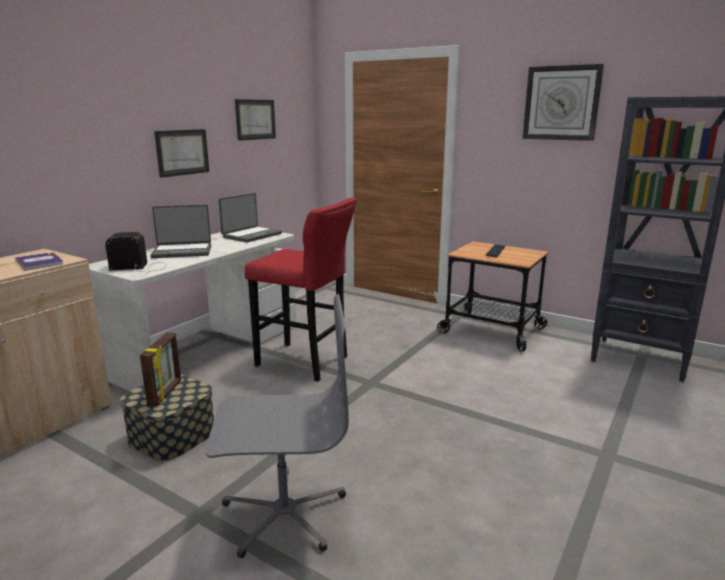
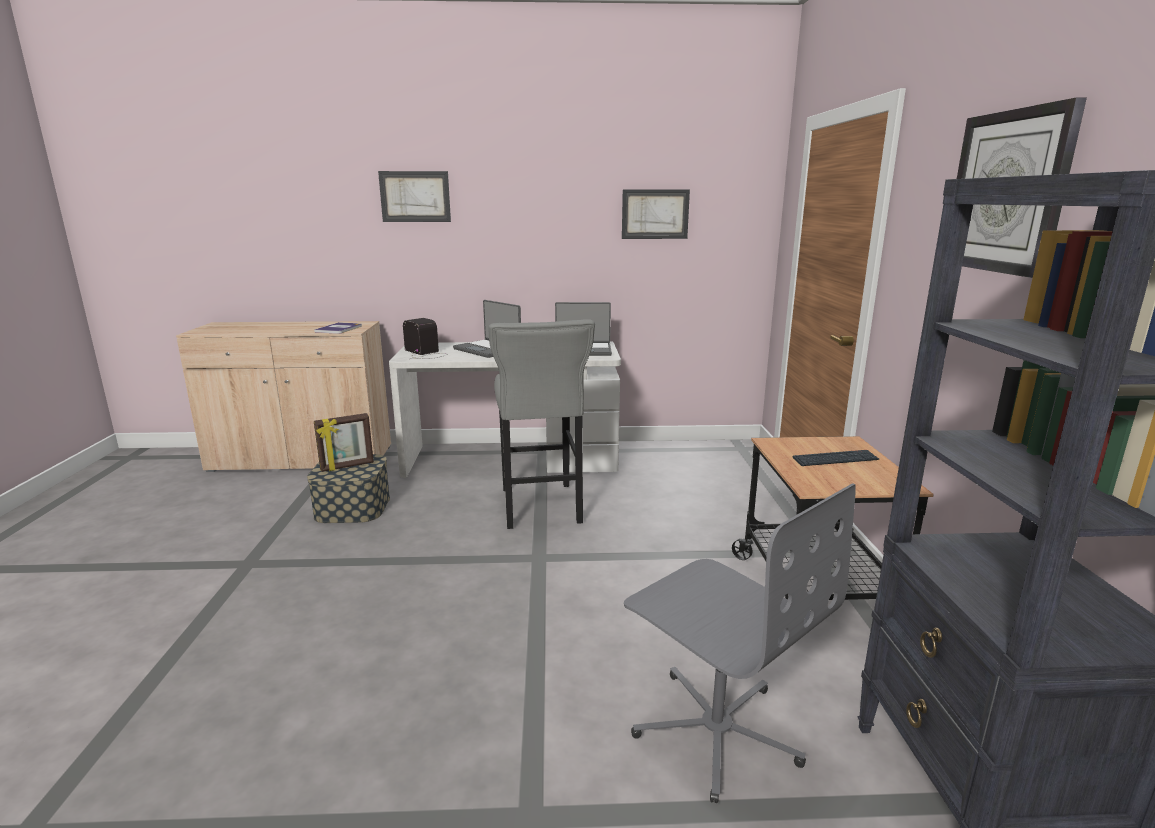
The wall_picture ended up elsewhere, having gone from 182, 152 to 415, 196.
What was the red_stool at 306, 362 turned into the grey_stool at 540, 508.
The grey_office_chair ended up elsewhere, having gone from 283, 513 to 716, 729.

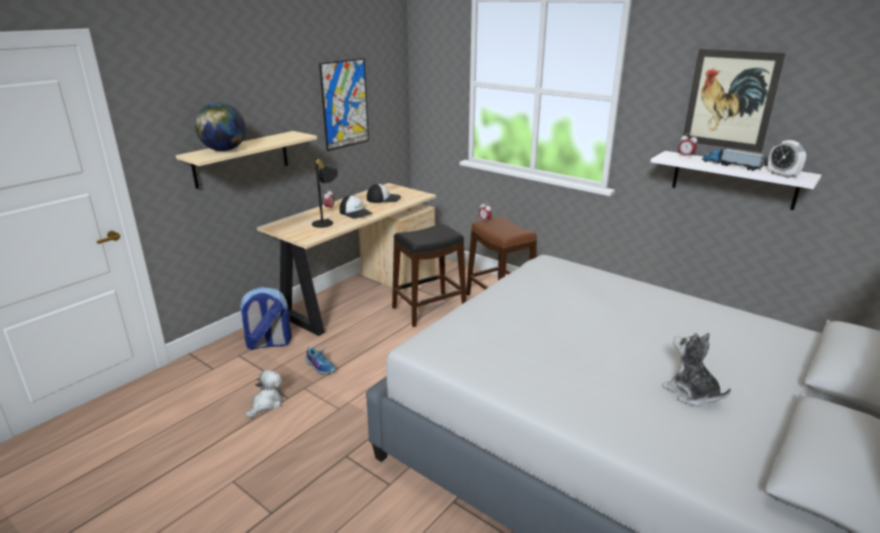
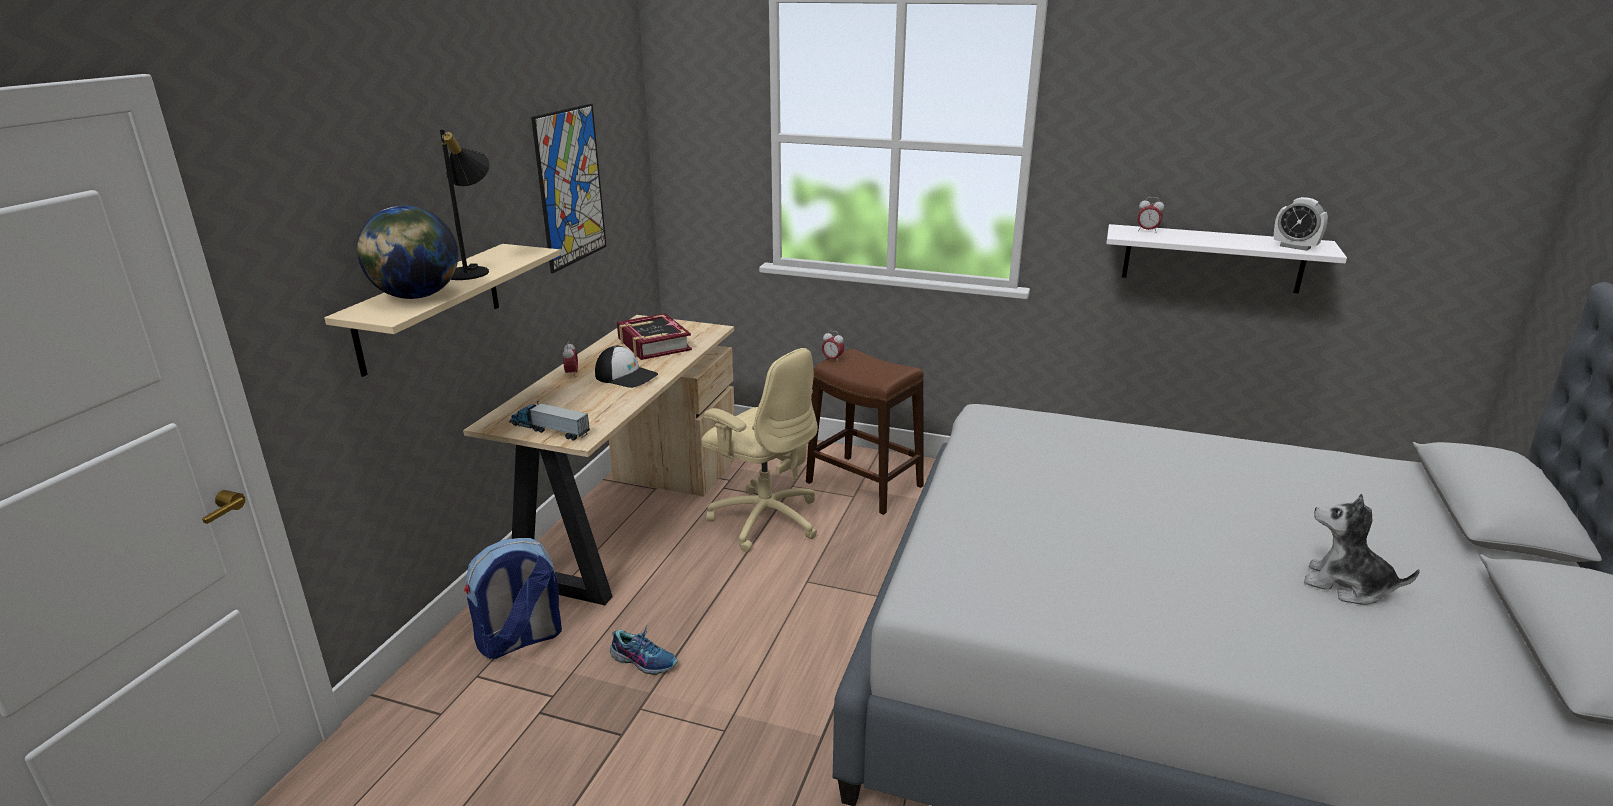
The second view lost the wall_picture at 730, 100.
The toy_truck ended up elsewhere, having gone from 730, 165 to 549, 430.
The blackish_lamp_for_a_table ended up elsewhere, having gone from 326, 222 to 473, 271.
Where the baseball_cap stood at 383, 199, the bound_book came to stand at 653, 344.
Where the blackish_stool stood at 429, 309, the beige-coloured_office_chair came to stand at 765, 519.
The second view lost the cuddly_toy at 266, 403.

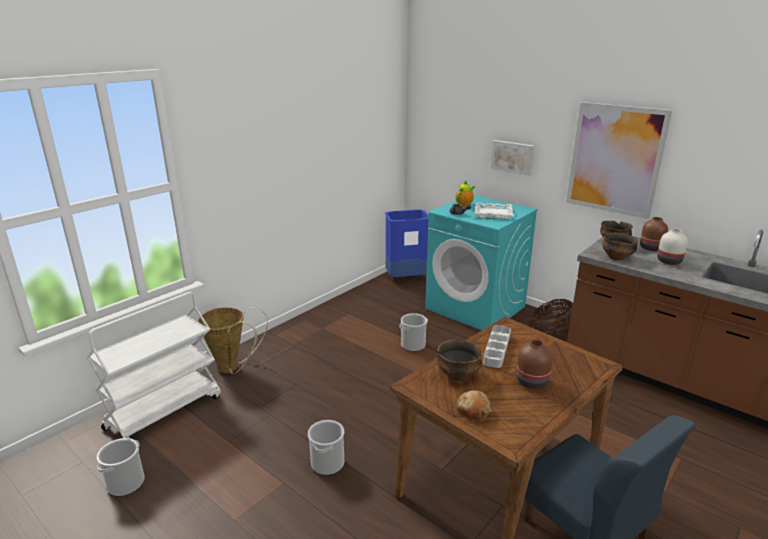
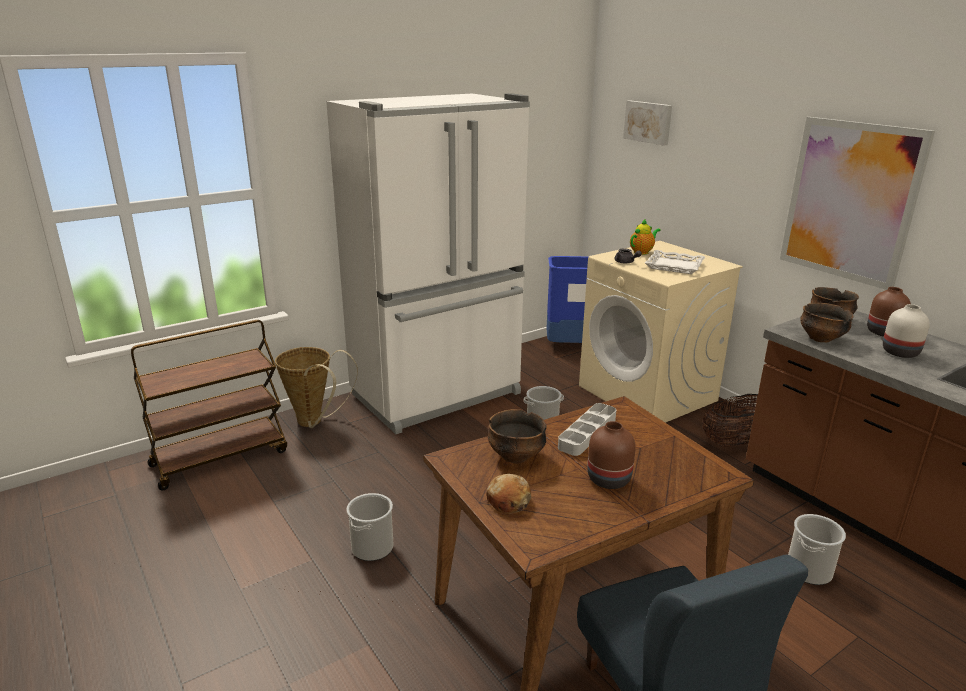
The wall_picture ended up elsewhere, having gone from 512, 157 to 648, 122.
What was the turquoise-coloured_laundry_machine at 476, 307 turned into the beige-coloured_laundry_machine at 648, 393.
What was the whitish_wheeled_cart at 165, 411 turned into the brown_wheeled_cart at 220, 457.
The bucket ended up elsewhere, having gone from 126, 483 to 809, 570.
The second view gained the whitish_fridge at 438, 395.

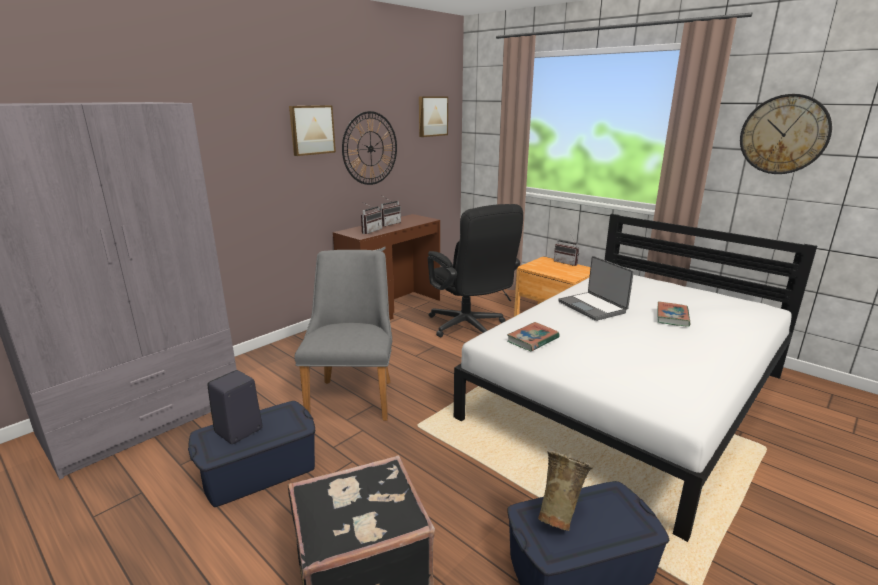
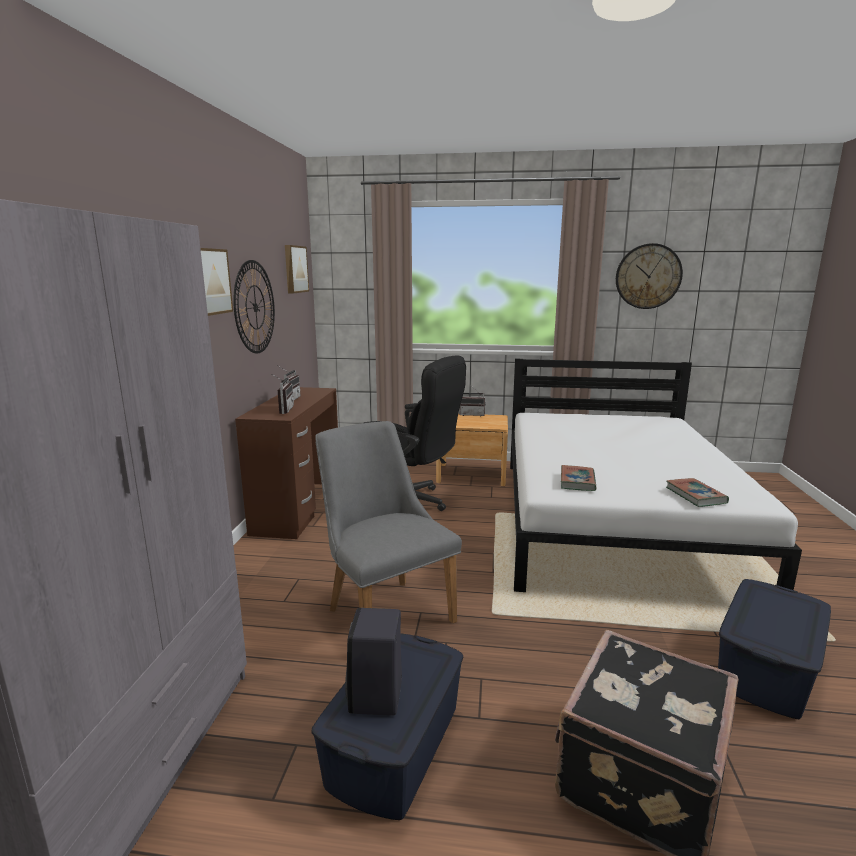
The second view lost the portable_computer at 593, 307.
The bound_book ended up elsewhere, having gone from 672, 317 to 695, 495.
The second view lost the beige-coloured_vase at 560, 515.

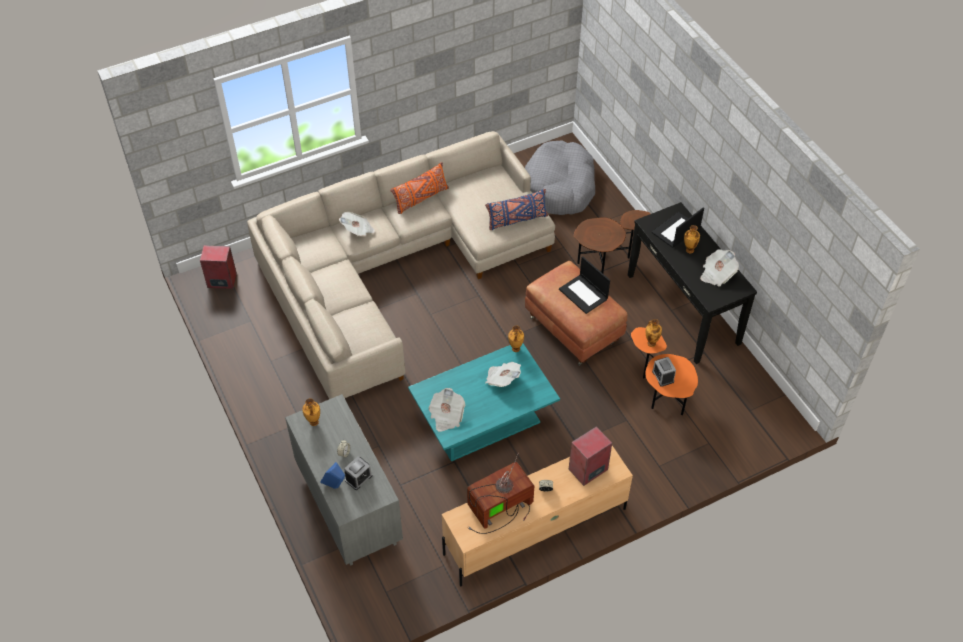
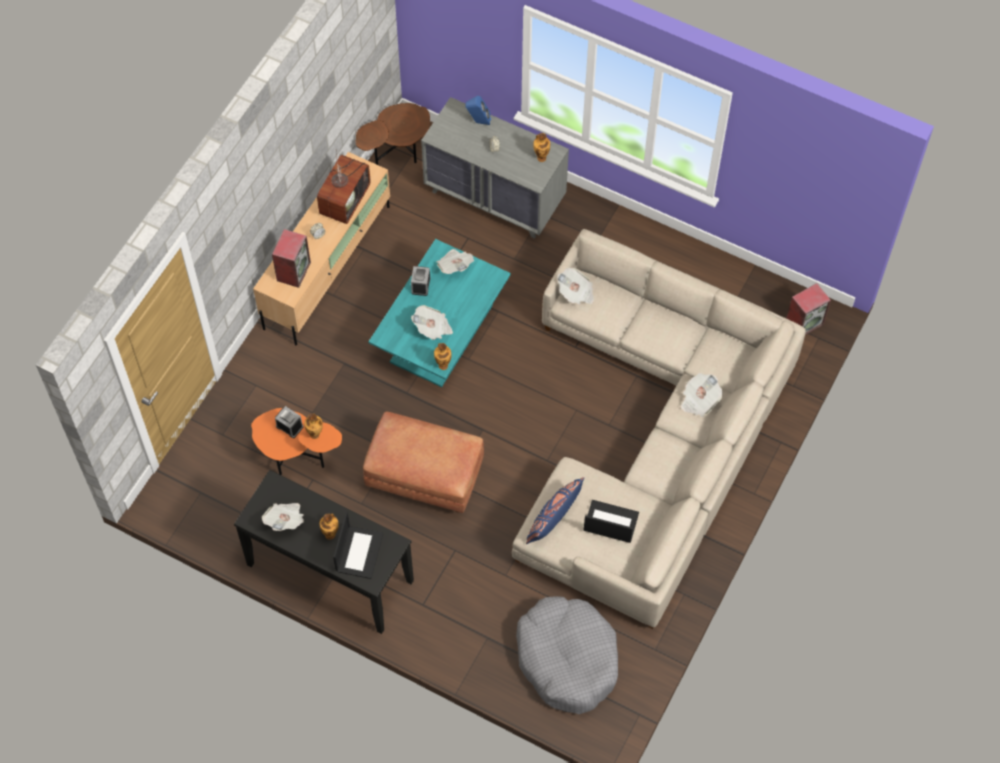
The second view lost the orange_throw_pillow at 420, 198.
The brown_accent_table ended up elsewhere, having gone from 606, 260 to 396, 156.
The portable_computer ended up elsewhere, having gone from 584, 294 to 610, 522.
The table_clock ended up elsewhere, having gone from 358, 478 to 420, 285.
The second view gained the daily_paper at 576, 293.

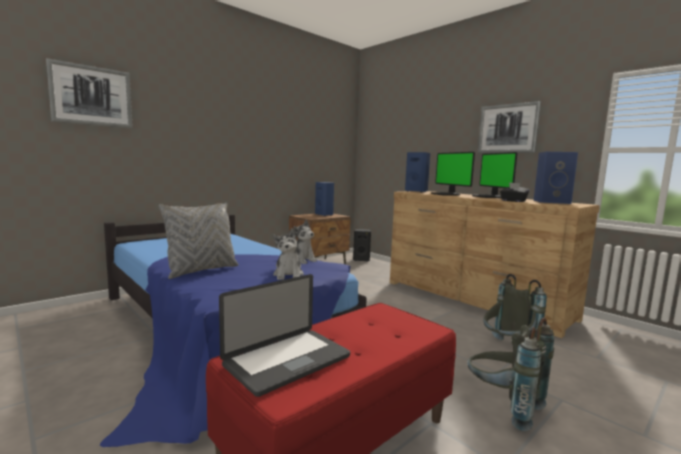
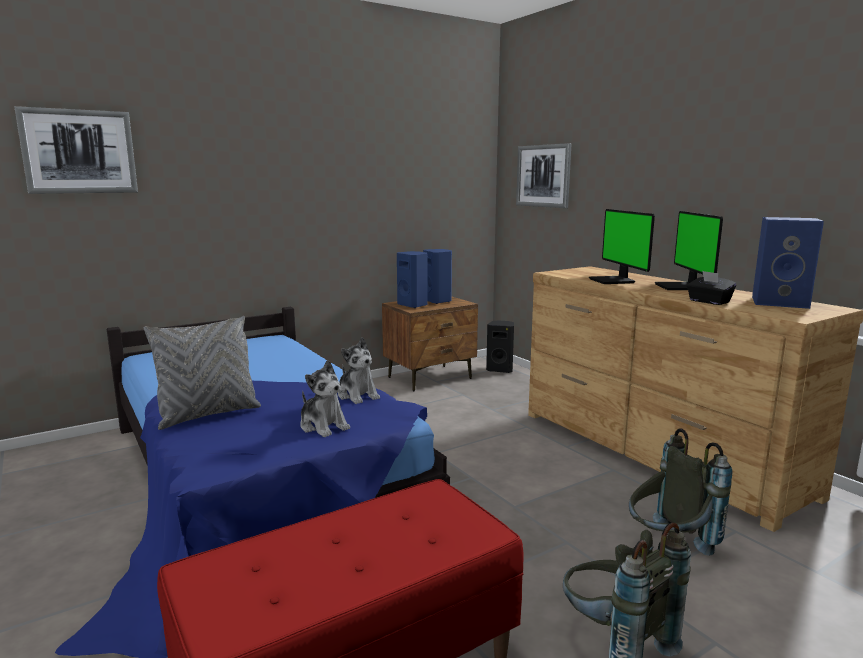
The wall_picture ended up elsewhere, having gone from 507, 129 to 543, 176.
The bluish_audio_speaker ended up elsewhere, having gone from 417, 191 to 413, 305.
The cuddly_toy at 288, 275 ended up facing another way, 45 degrees counterclockwise from before.
The second view lost the portable_computer at 287, 361.

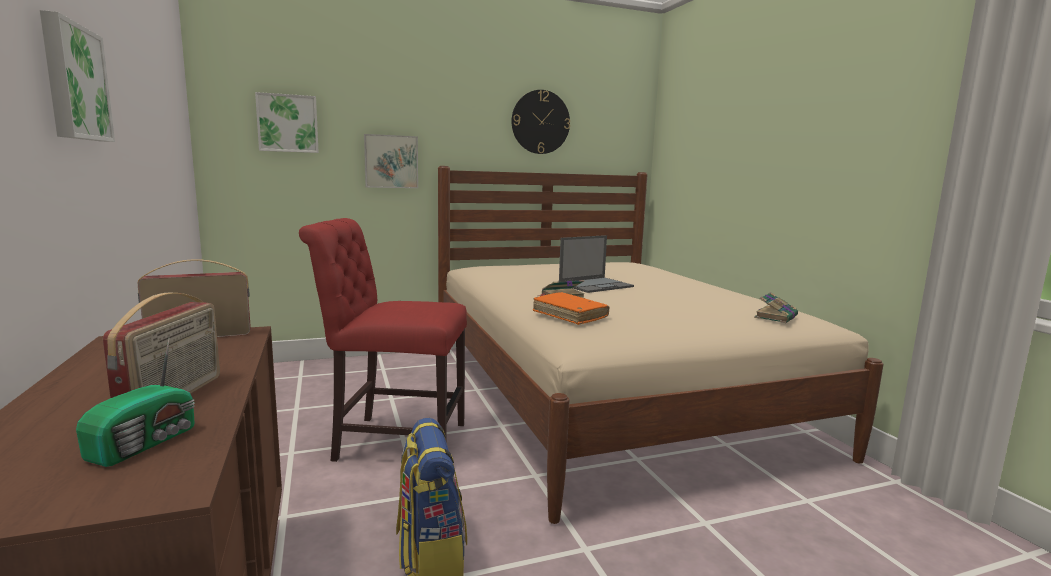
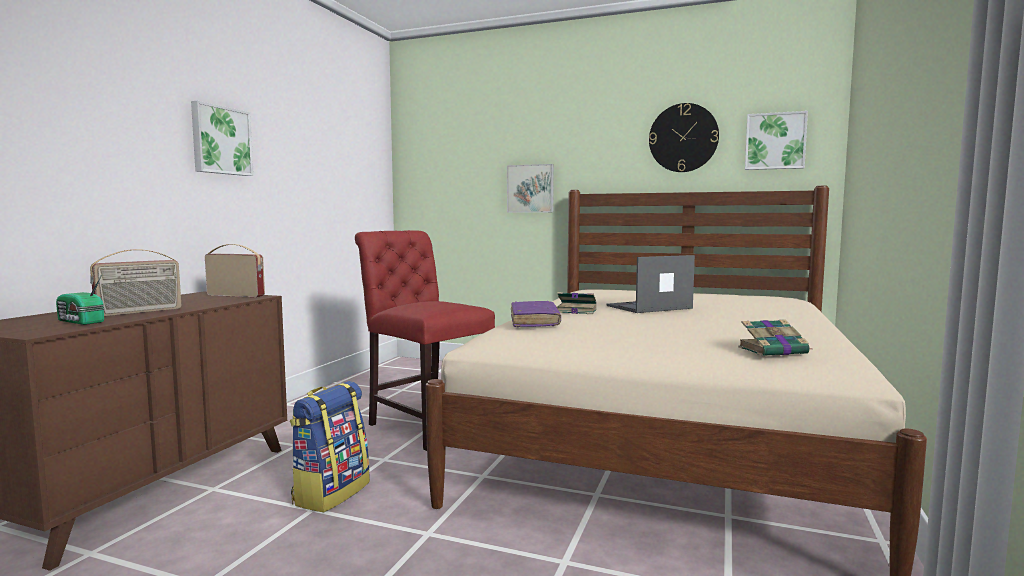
The wall_picture ended up elsewhere, having gone from 288, 123 to 775, 141.
The portable_computer at 596, 285 ended up facing another way, 150 degrees clockwise from before.
What was the orange_bound_book at 569, 315 turned into the purple-coloured_bound_book at 534, 322.
The radio_receiver at 147, 443 ended up facing another way, 60 degrees clockwise from before.

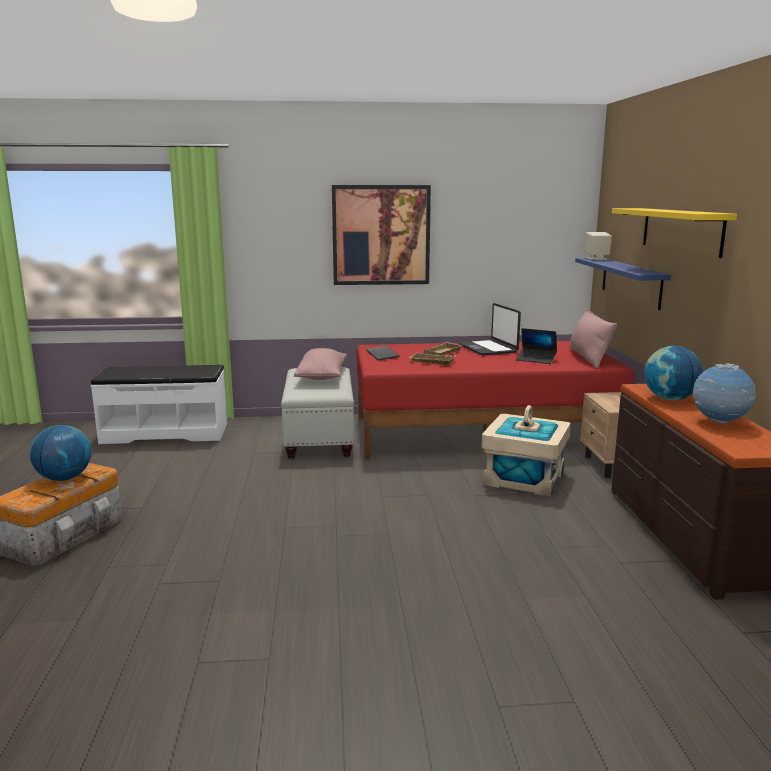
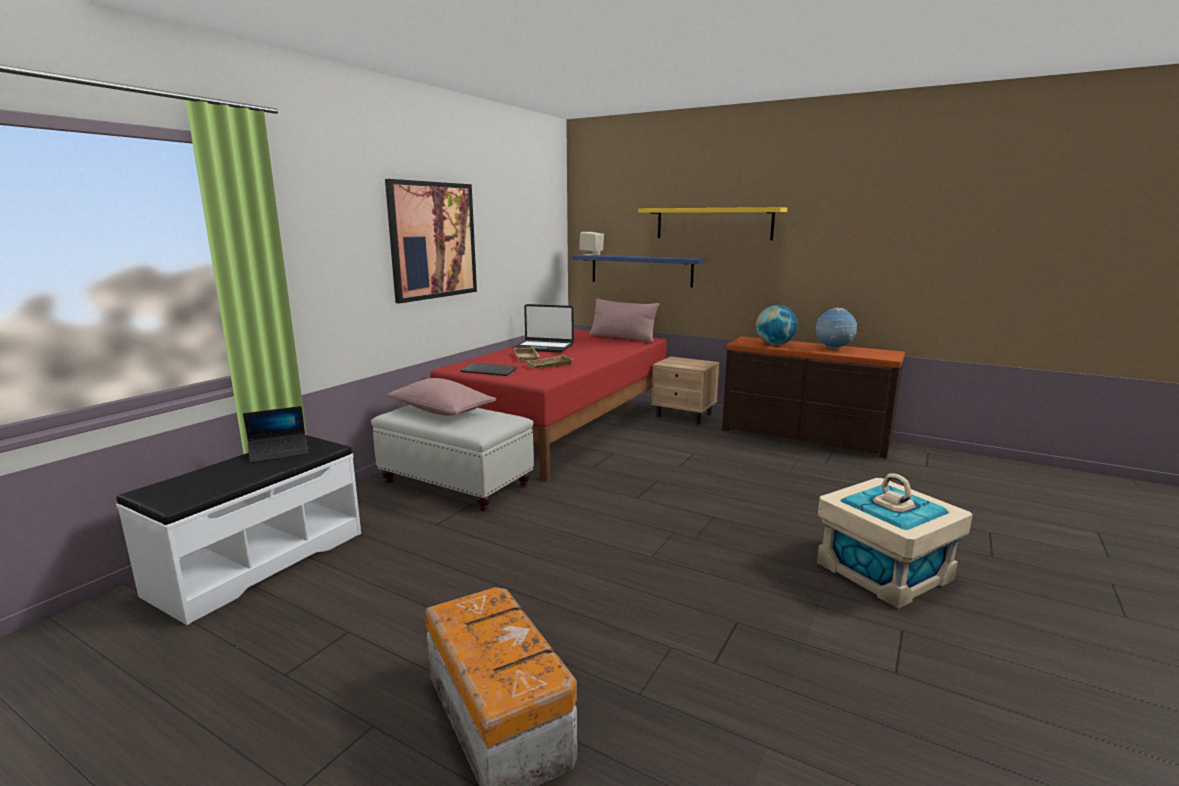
The portable_computer ended up elsewhere, having gone from 536, 359 to 279, 453.
The beige-coloured_storage_box ended up elsewhere, having gone from 523, 478 to 883, 571.
The second view lost the world_globe at 64, 478.

